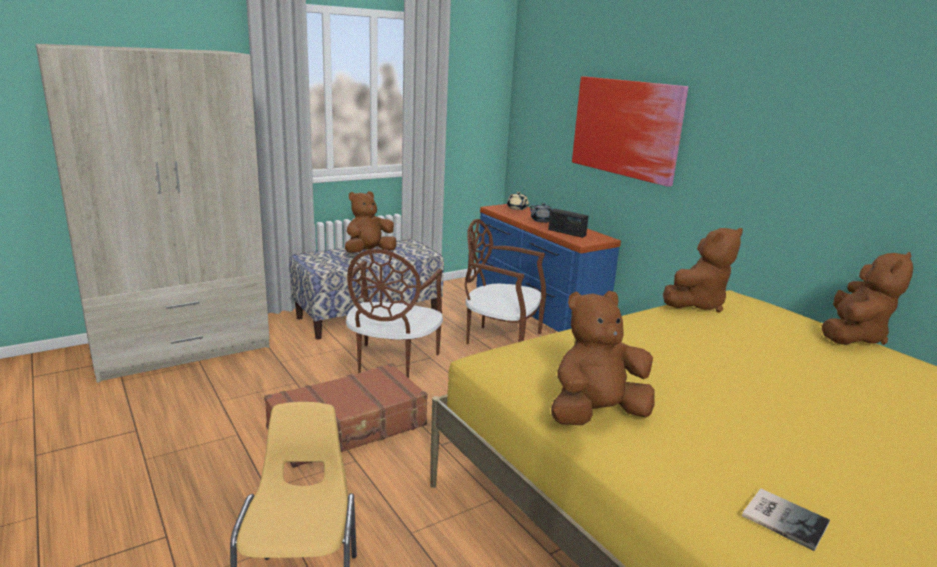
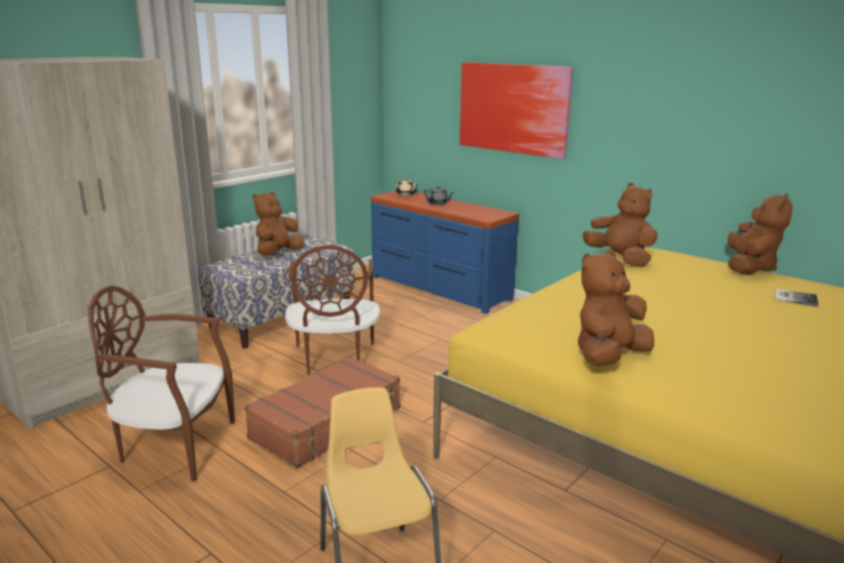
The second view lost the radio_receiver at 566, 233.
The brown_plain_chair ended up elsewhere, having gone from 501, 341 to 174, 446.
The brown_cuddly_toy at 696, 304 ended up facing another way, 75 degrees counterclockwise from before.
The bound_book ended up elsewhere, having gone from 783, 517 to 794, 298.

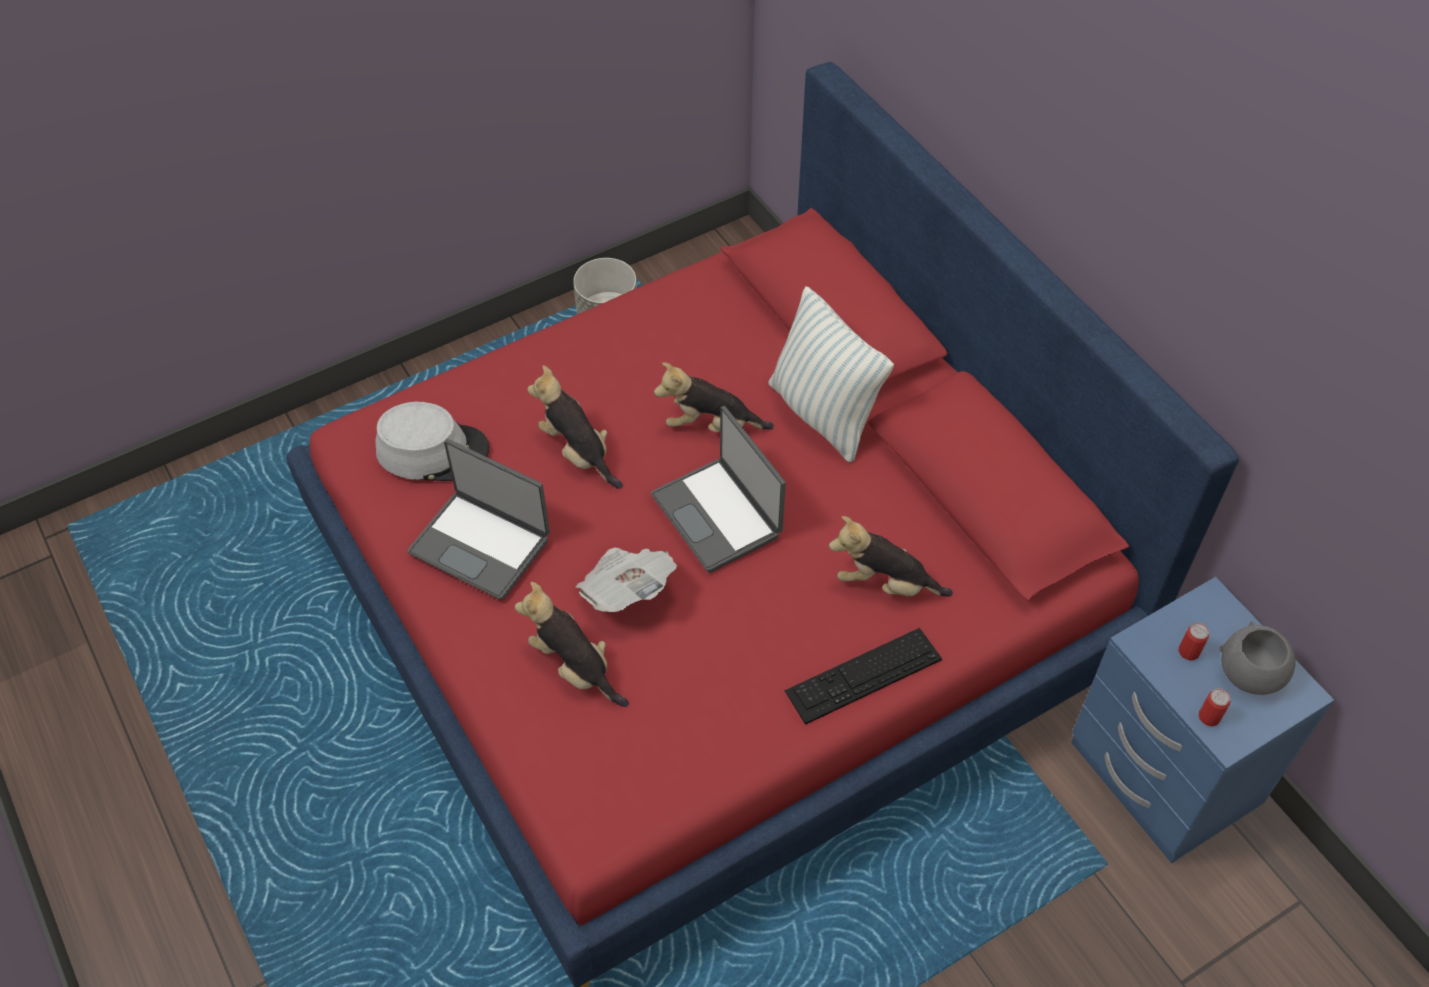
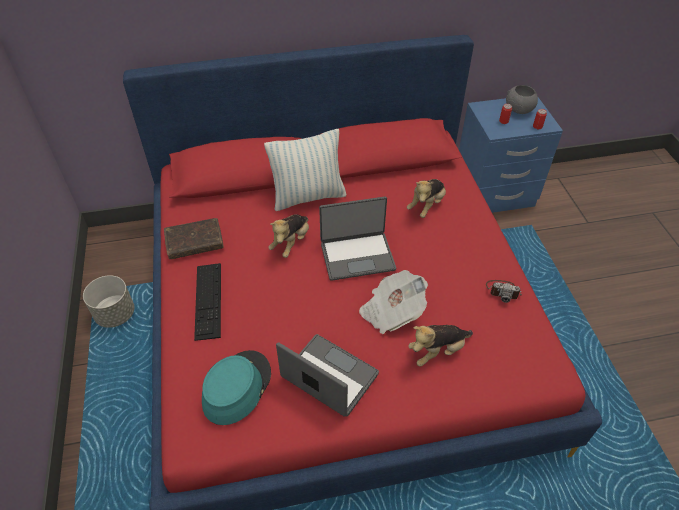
The second view lost the cuddly_toy at 578, 452.
What was the grey_hat at 432, 450 turned into the turquoise-coloured_hat at 236, 387.
The portable_computer at 481, 544 ended up facing another way, 105 degrees counterclockwise from before.
The PC_keyboard ended up elsewhere, having gone from 863, 675 to 208, 300.
The second view gained the brown_bound_book at 195, 243.
The second view gained the photo_camera at 502, 291.

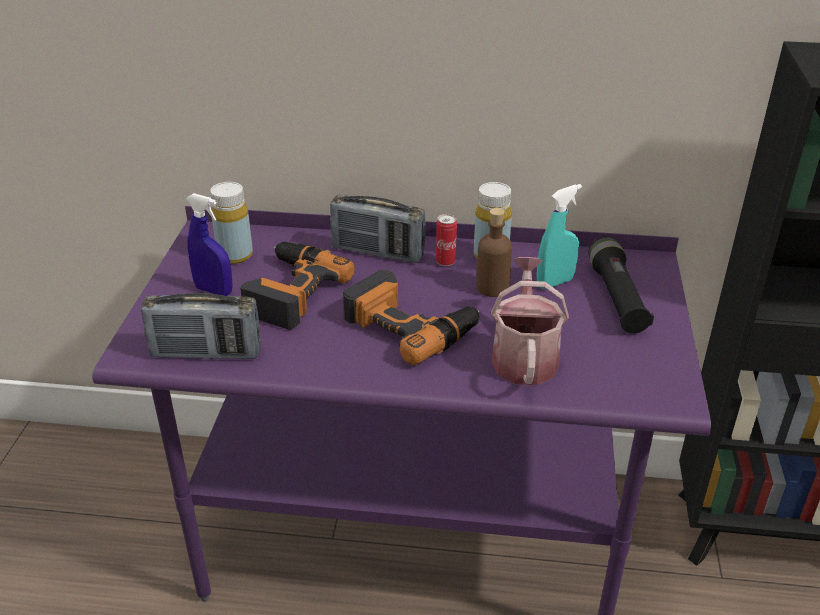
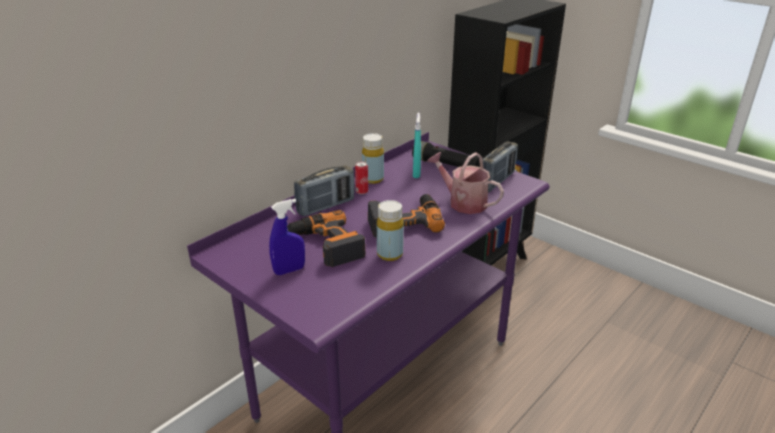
The yellow_bottle ended up elsewhere, having gone from 235, 255 to 390, 254.
The second view lost the brown_bottle at 492, 287.
The radio_receiver ended up elsewhere, having gone from 206, 353 to 496, 181.

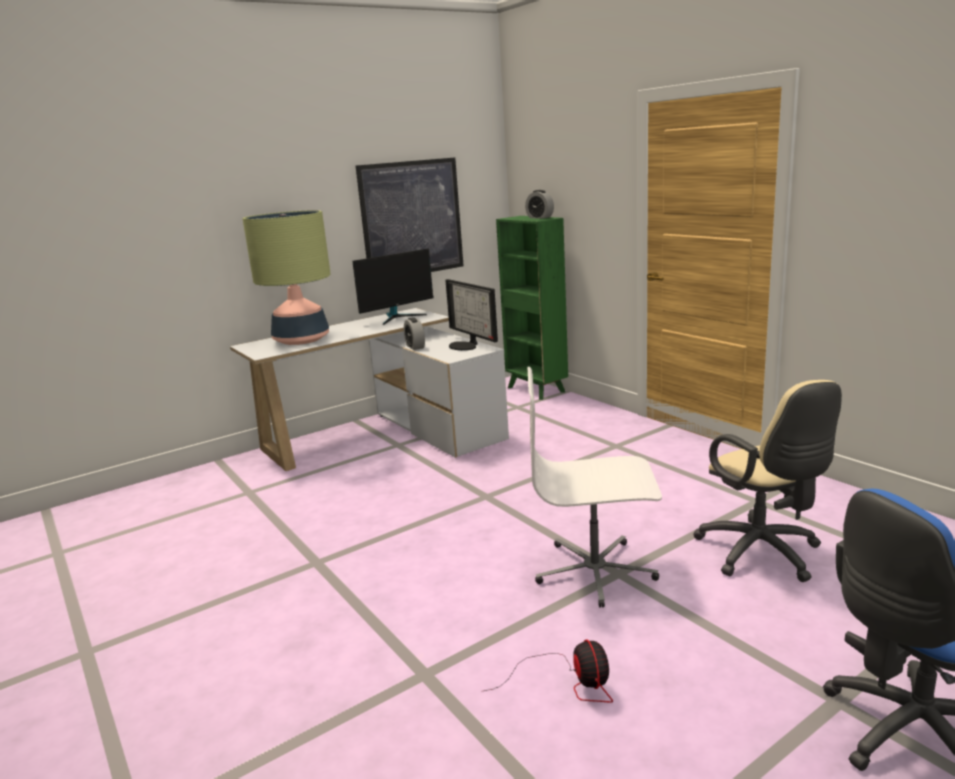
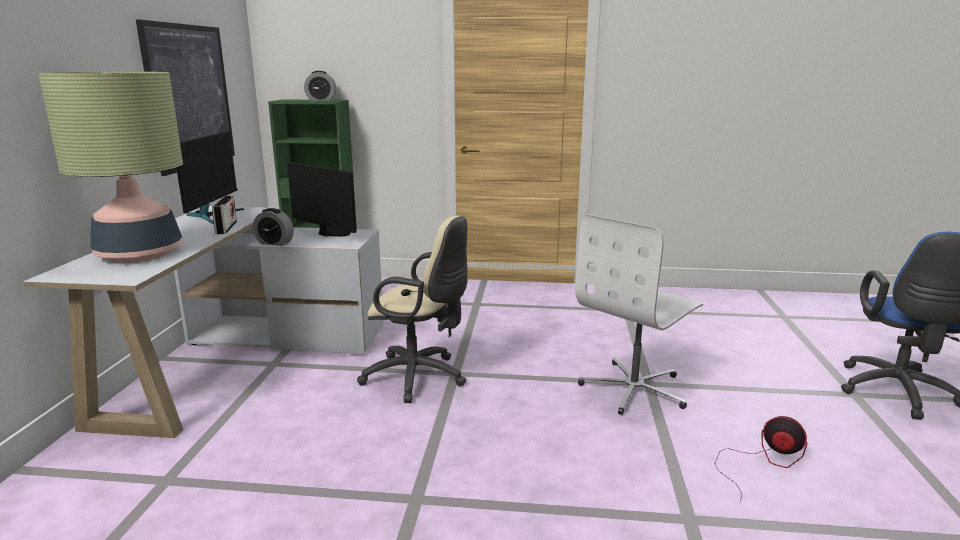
The computer_display at 466, 345 ended up facing another way, 150 degrees counterclockwise from before.
The beige-coloured_office_chair ended up elsewhere, having gone from 763, 554 to 419, 378.
The second view gained the radio_receiver at 226, 228.

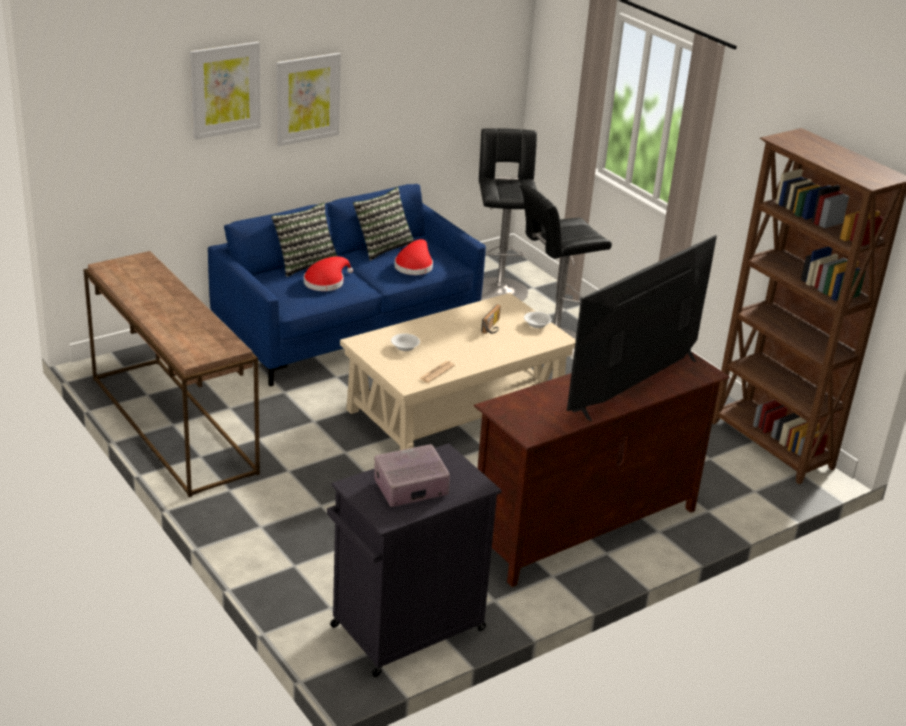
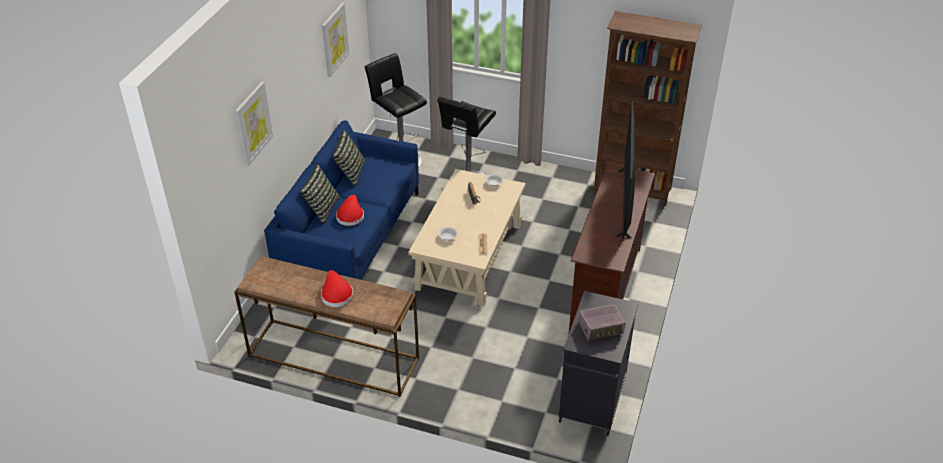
The wall_picture ended up elsewhere, having gone from 307, 99 to 334, 39.
The red_hat ended up elsewhere, having gone from 414, 266 to 336, 294.
The radio_receiver at 410, 488 ended up facing another way, 135 degrees counterclockwise from before.

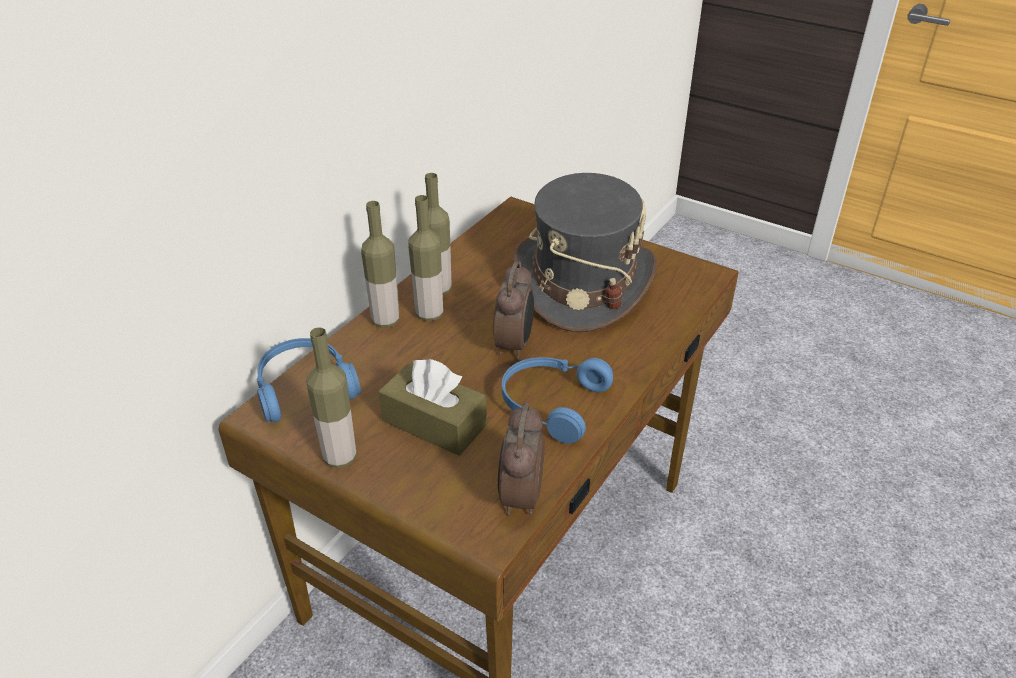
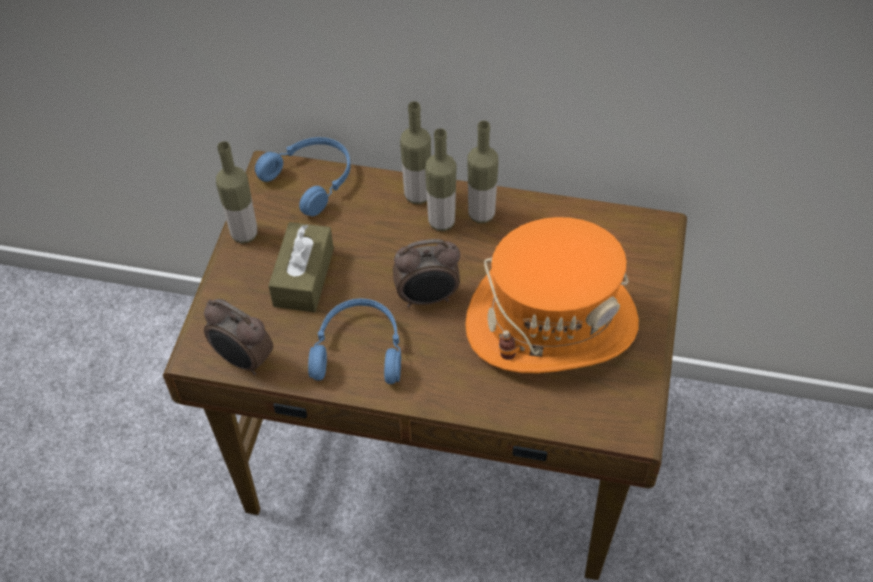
What was the grey_hat at 582, 283 turned into the orange_hat at 551, 322.
The table_clock at 519, 497 ended up facing another way, 135 degrees counterclockwise from before.

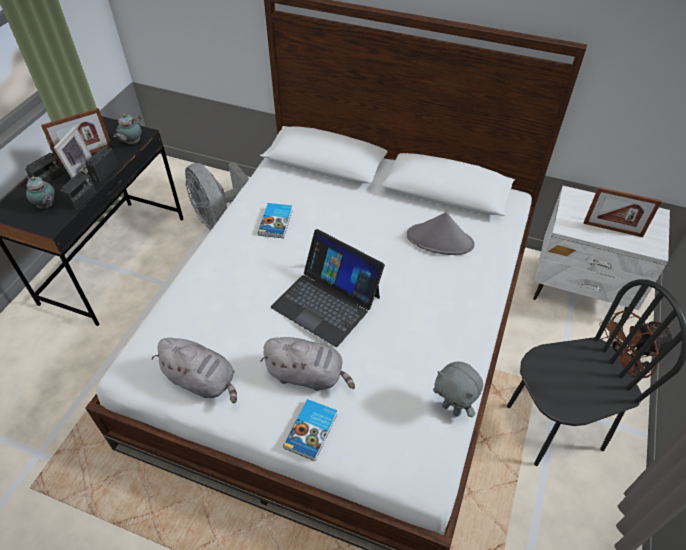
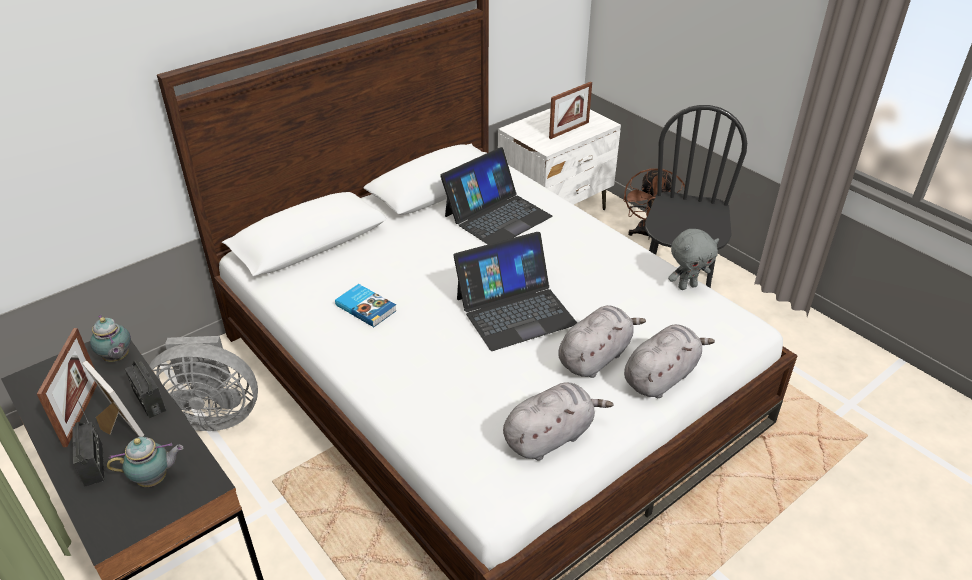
The second view lost the radio_receiver at 82, 199.
Where the grey_hat stood at 440, 240, the portable_computer came to stand at 497, 216.
Where the bound_book stood at 312, 431, the grey_cuddly_toy came to stand at 661, 376.

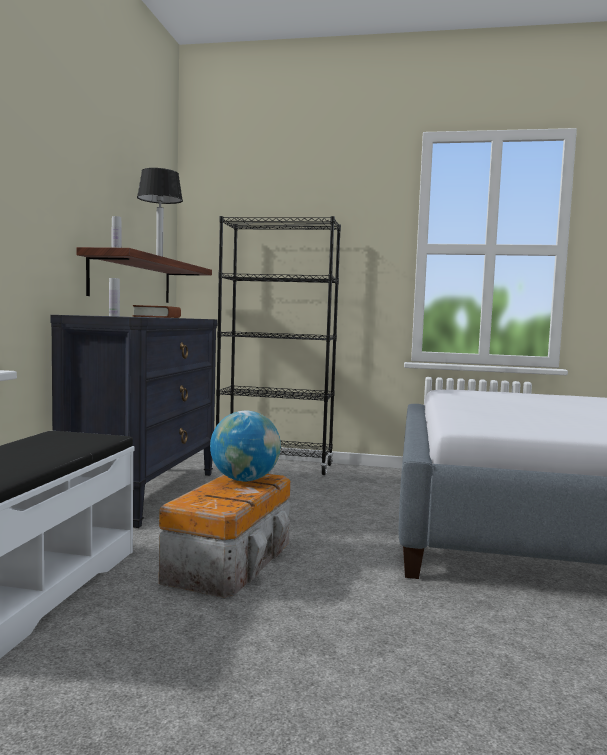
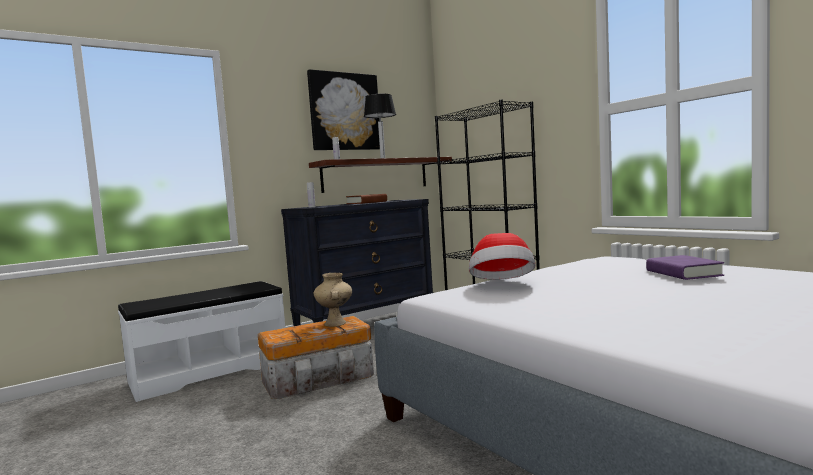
Where the world_globe stood at 245, 480, the beige-coloured_vase came to stand at 335, 323.
The second view gained the wall_picture at 344, 112.
The second view gained the hat at 502, 284.
The second view gained the purple-coloured_bound_book at 683, 273.

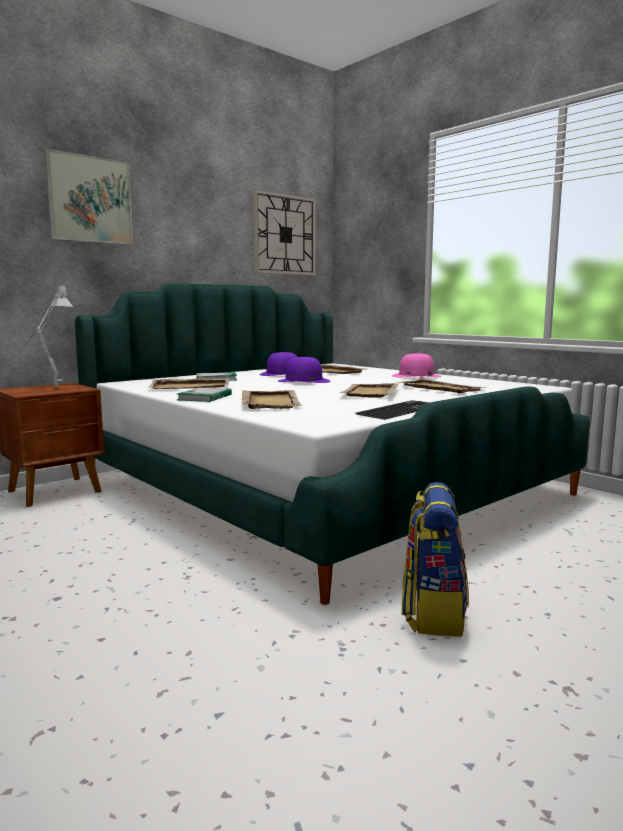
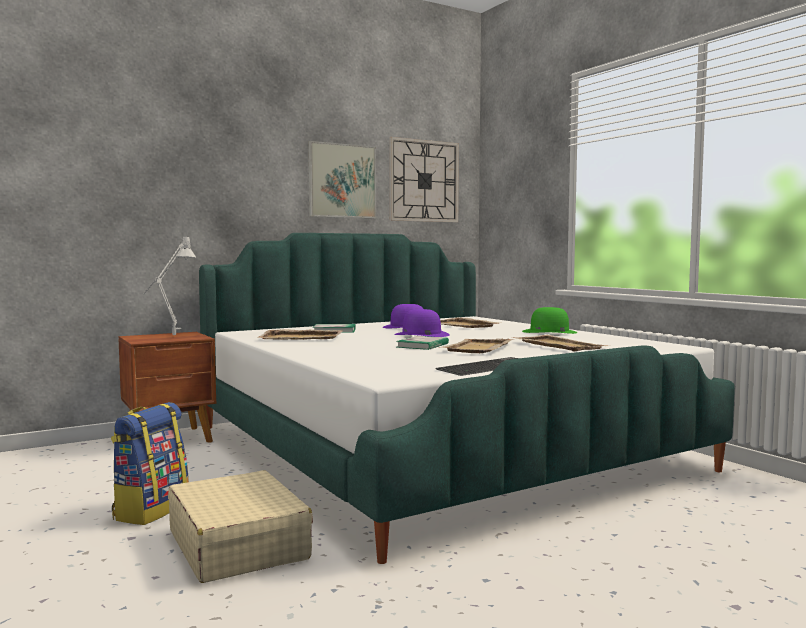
The wall_picture ended up elsewhere, having gone from 90, 200 to 342, 181.
What was the pink_hat at 416, 376 turned into the green-coloured_hat at 549, 332.
The bound_book ended up elsewhere, having gone from 204, 397 to 422, 345.
The second view lost the beige-coloured_carrying_tray at 270, 402.
The backpack ended up elsewhere, having gone from 433, 613 to 151, 510.
The second view gained the beige-coloured_piece_of_luggage at 238, 545.

